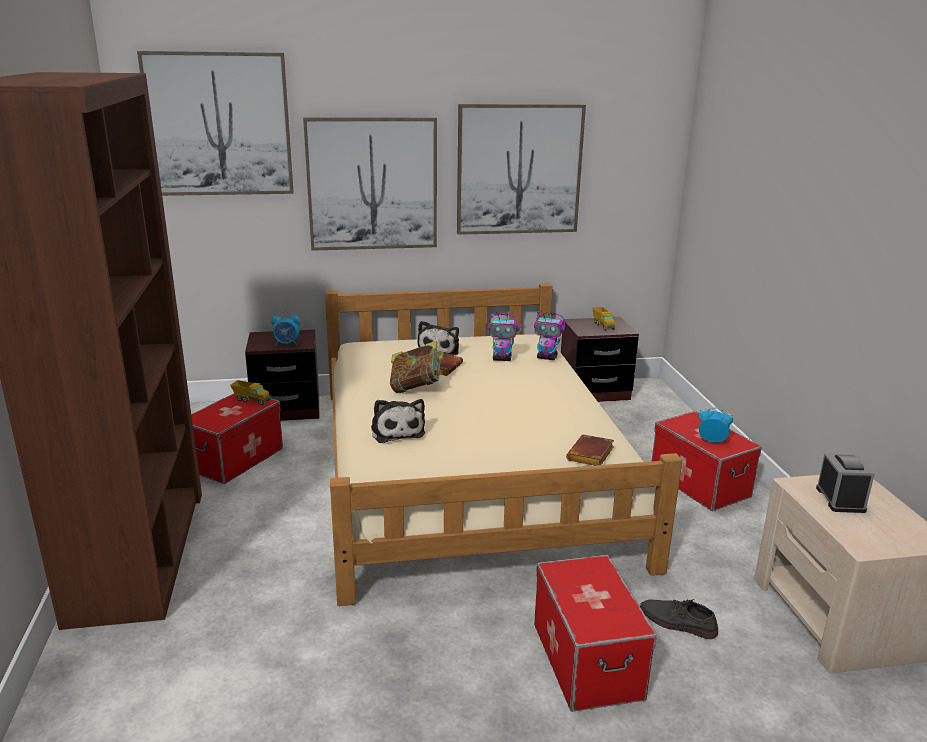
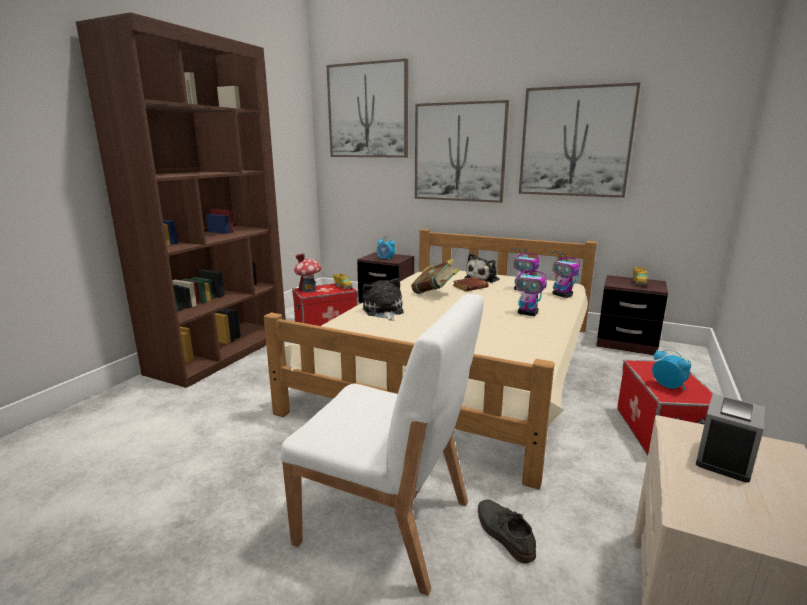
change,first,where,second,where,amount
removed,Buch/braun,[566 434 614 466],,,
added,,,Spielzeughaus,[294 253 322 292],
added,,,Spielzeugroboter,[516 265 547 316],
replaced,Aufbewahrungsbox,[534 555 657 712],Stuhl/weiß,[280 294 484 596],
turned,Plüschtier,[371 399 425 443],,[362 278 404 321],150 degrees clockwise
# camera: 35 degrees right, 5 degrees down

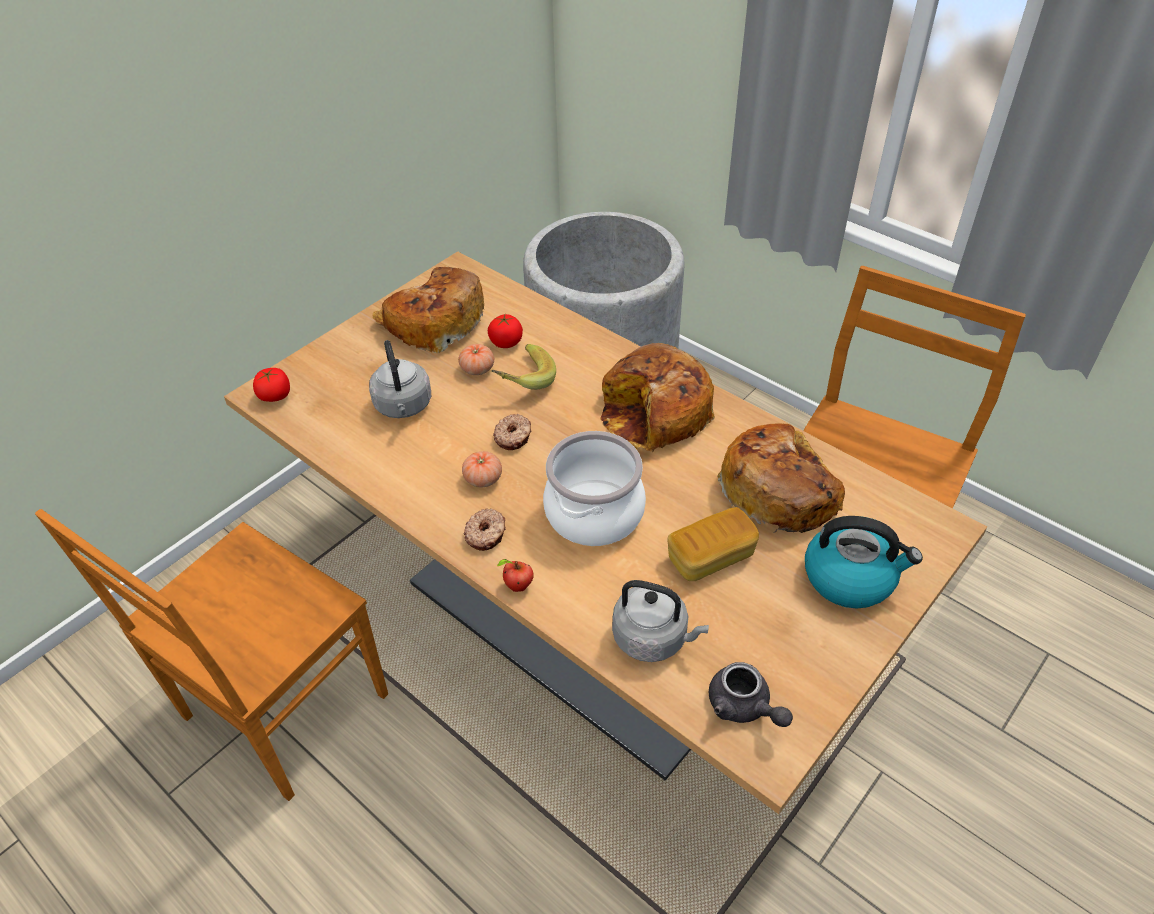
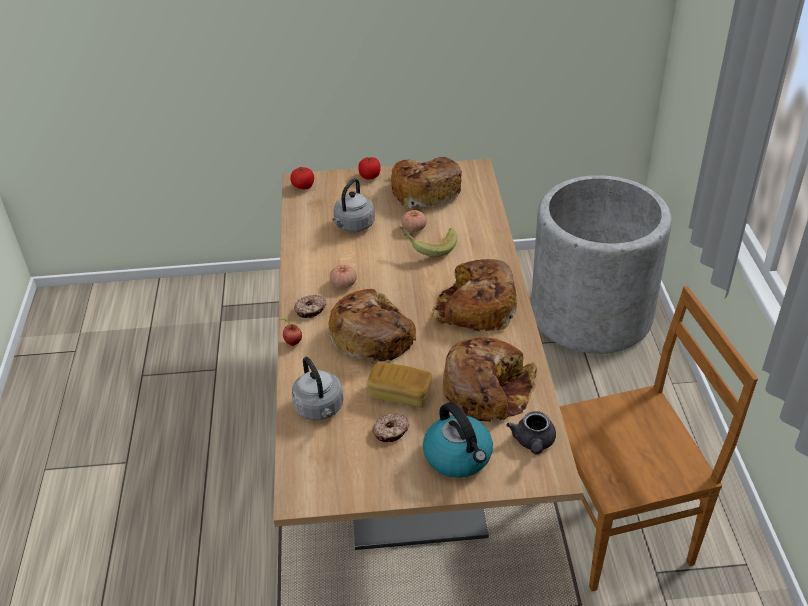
change,first,where,second,where,amount
removed,Stuhl/braun,[35 509 388 801],,,
moved,Tomate,[488 314 523 348],,[358 157 381 179],
moved,Donut,[493 414 531 450],,[373 414 409 442],
moved,Teekanne/grau,[709 662 793 727],,[506 411 556 454],
replaced,Kochtopf,[543 431 646 546],Brot,[328 289 416 364],
# camera: 45 degrees right, 5 degrees down

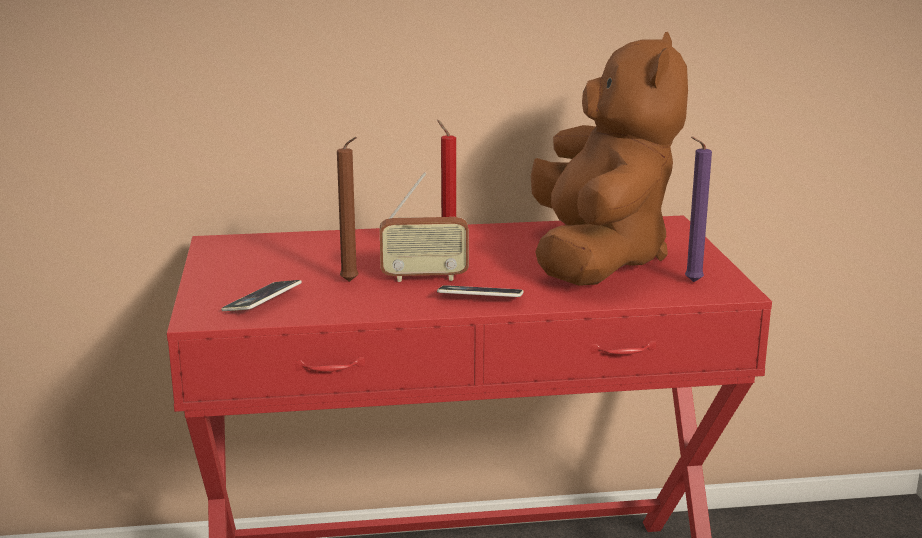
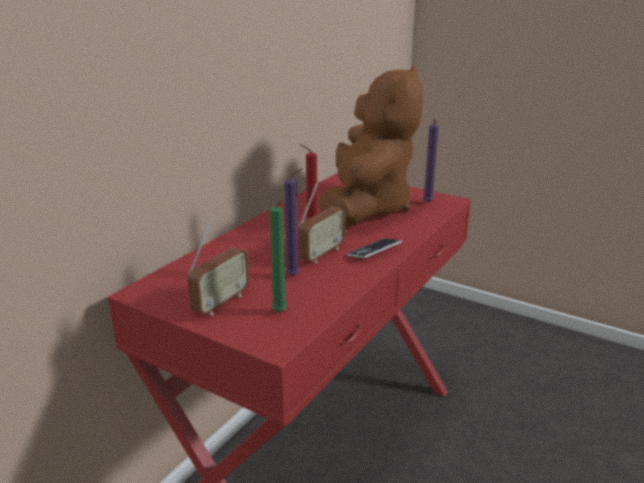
change,first,where,second,where,amount
added,,,Radio,[188 222 249 316],
replaced,Handy,[221 280 302 311],Kerze/grün,[270 200 287 312],
recoloured,Kerze/braun,[337 137 358 282],Kerze/lila,[284 168 303 276],
turned,Plüschtier/braun,[531 32 688 286],,[319 65 423 226],60 degrees clockwise
# camera: 50 degrees left, 5 degrees up

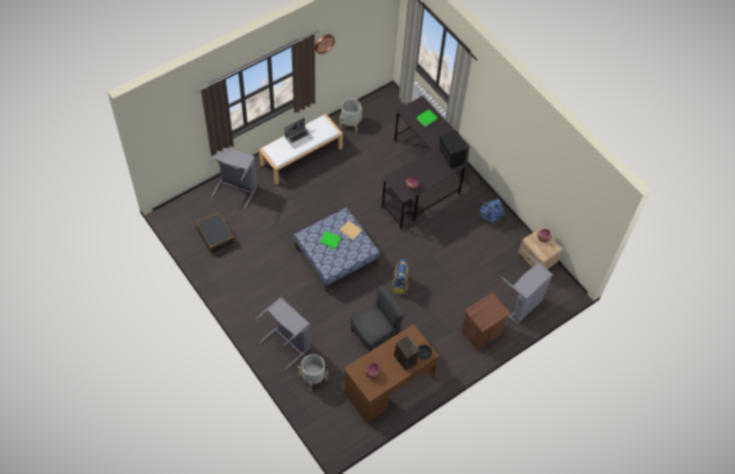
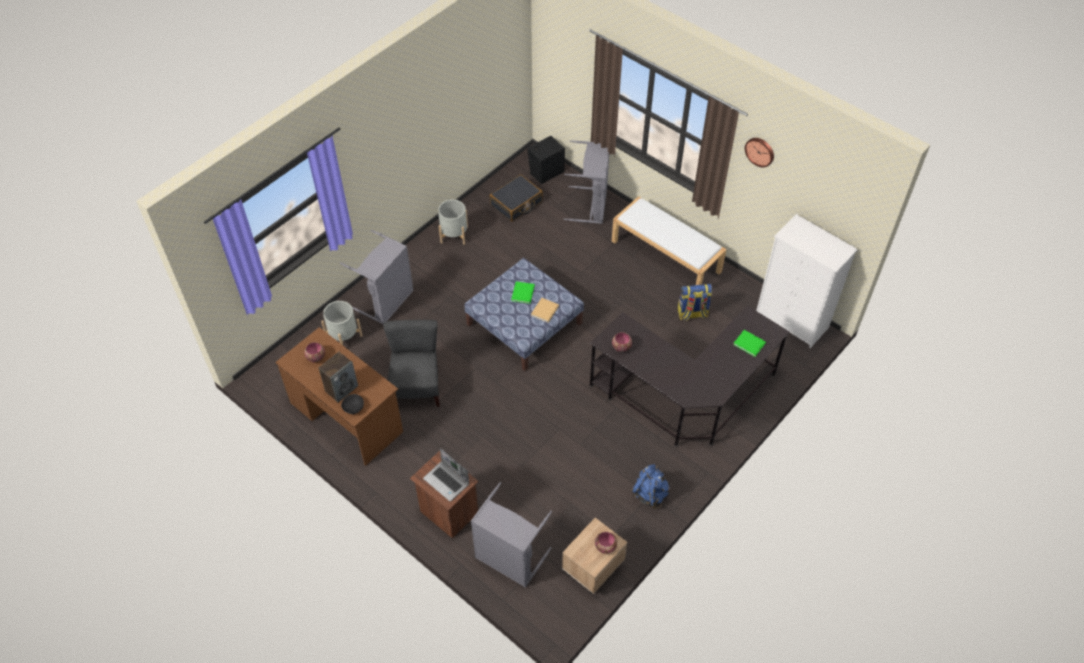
change,first,where,second,where,amount
added,,,Kommode/weiß,[756 214 858 348],
moved,Laptop,[284 118 313 148],,[423 448 469 501],
moved,Pflanzkübel/grau,[339 99 362 133],,[438 199 468 245],
moved,Rucksack,[392 259 409 294],,[678 284 712 321],
moved,Lautsprecher/schwarz,[439 130 468 169],,[527 136 565 184],
turned,Stuhl/grau,[350 285 405 352],,[383 320 440 407],135 degrees counterclockwise
# camera: 80 degrees right, 5 degrees down

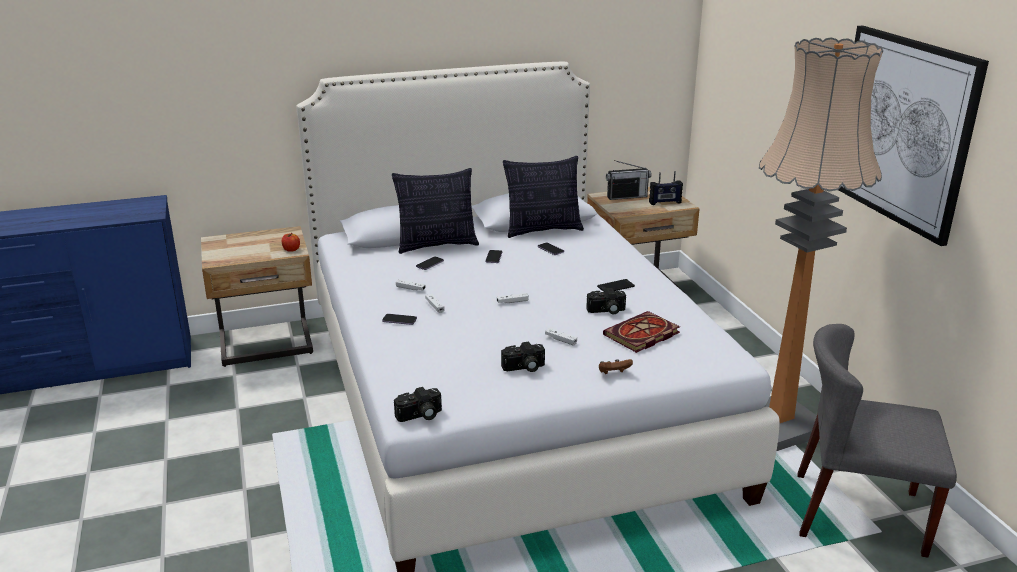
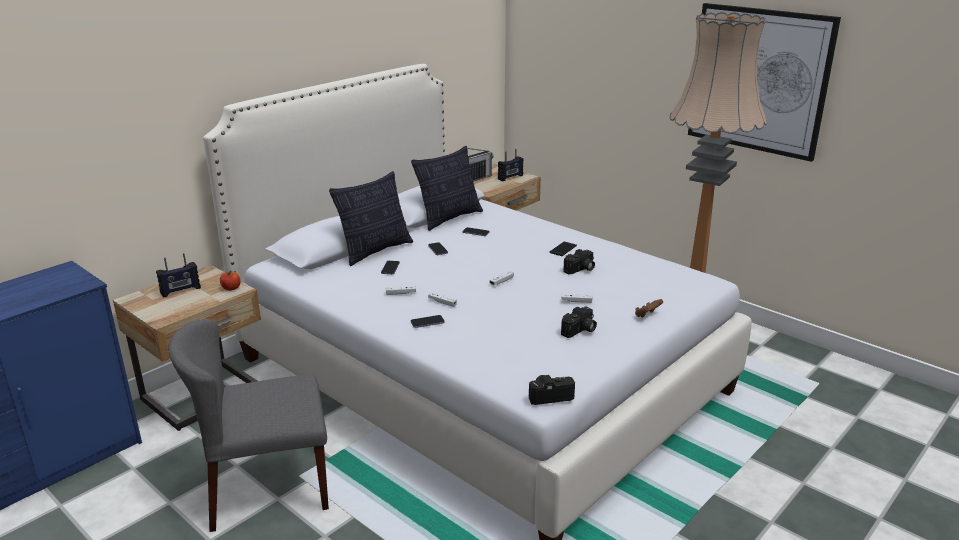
change,first,where,second,where,amount
removed,Buch,[603 311 680 353],,,
added,,,Radio,[156 253 201 298],
moved,Stuhl/grau,[797 324 957 558],,[168 319 329 532],
turned,Kamera,[394 387 442 422],,[529 375 575 405],135 degrees counterclockwise
# camera: 30 degrees left, 0 degrees up

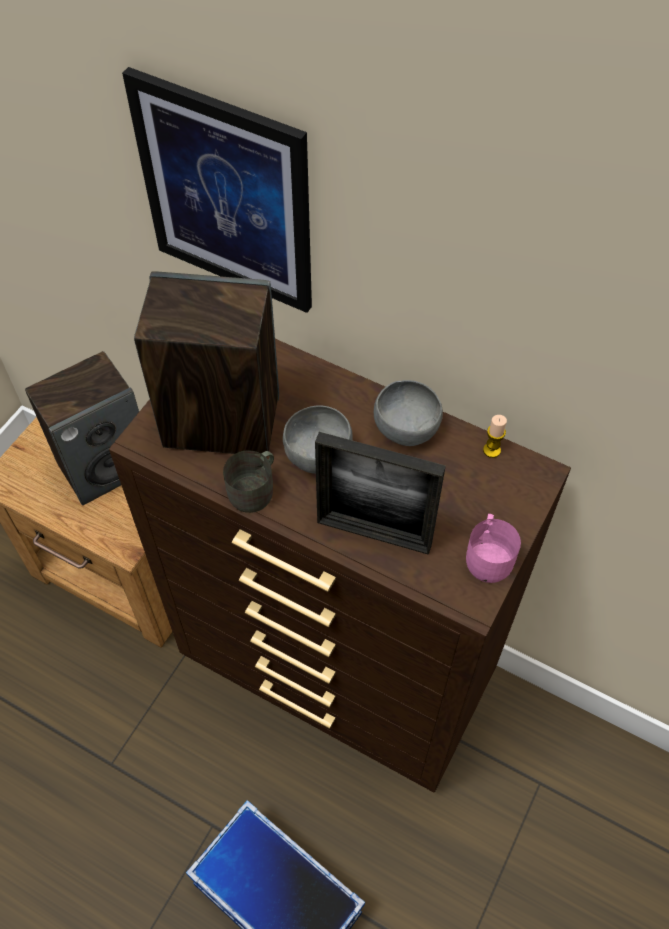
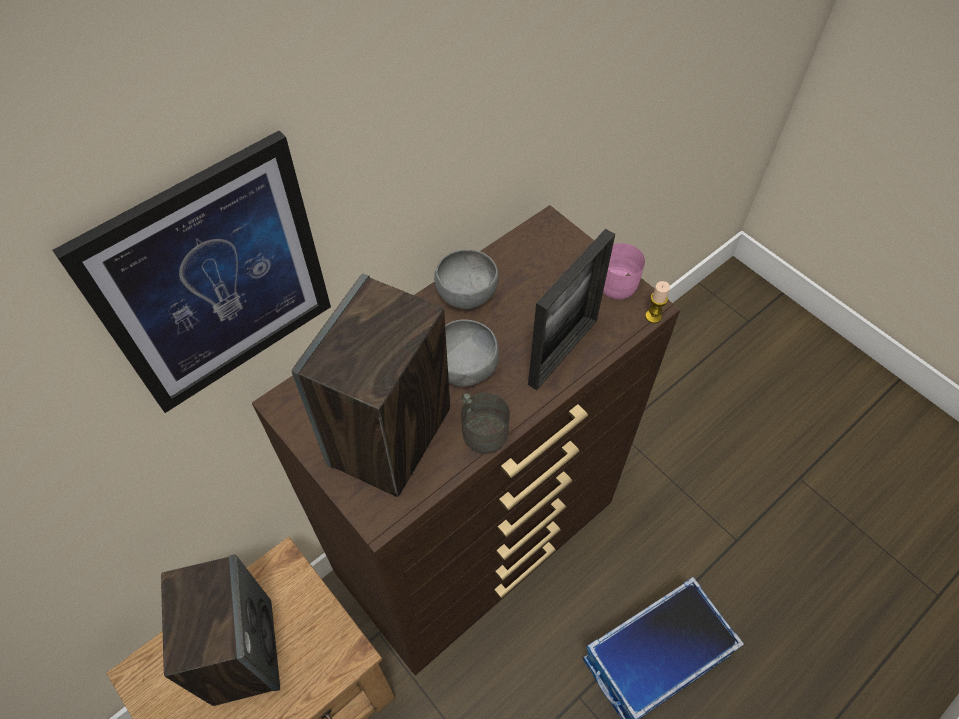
change,first,where,second,where,amount
moved,Kerze,[483 415 507 458],,[645 281 670 323],
# camera: 70 degrees left, 0 degrees up

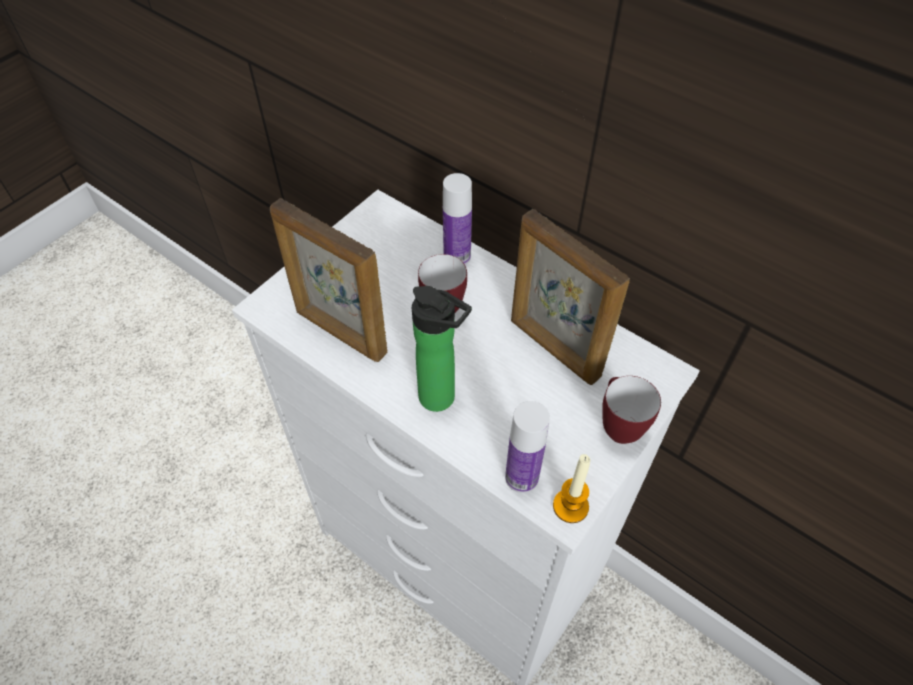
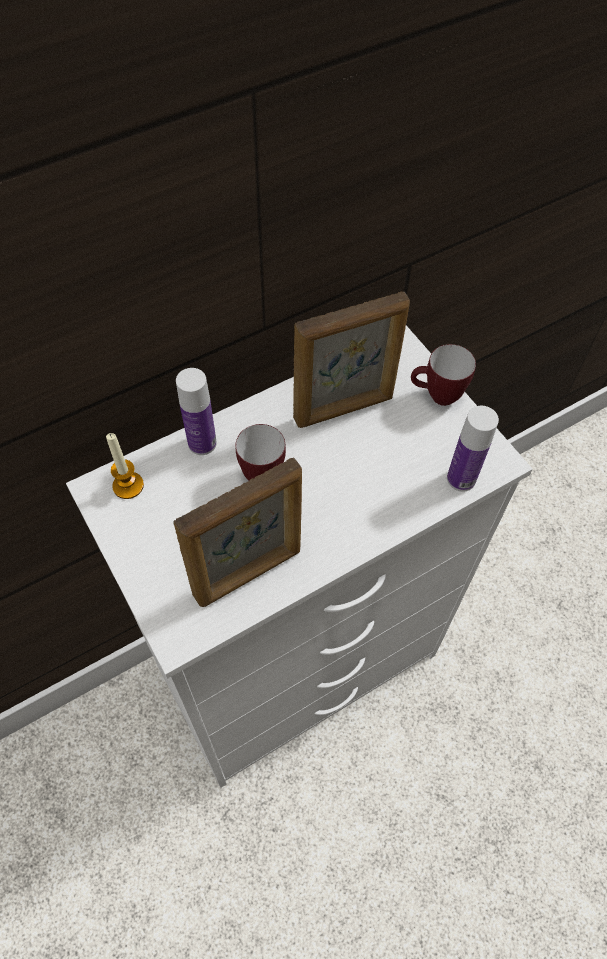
change,first,where,second,where,amount
removed,Flasche,[412 286 472 412],,,
moved,Kerze,[553 454 590 523],,[106 433 144 499],
# camera: 70 degrees left, 5 degrees up

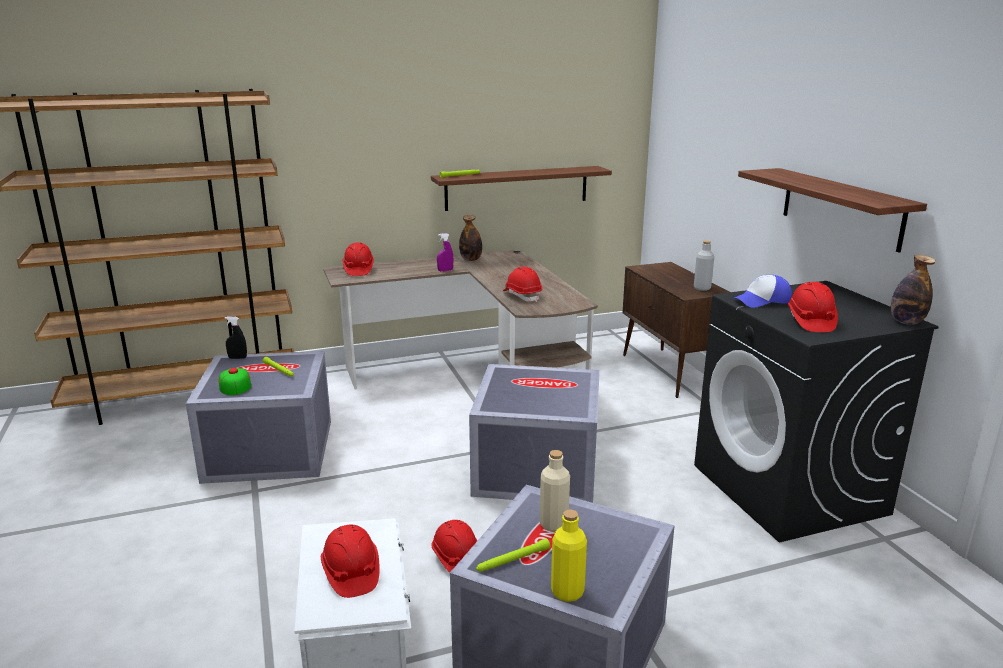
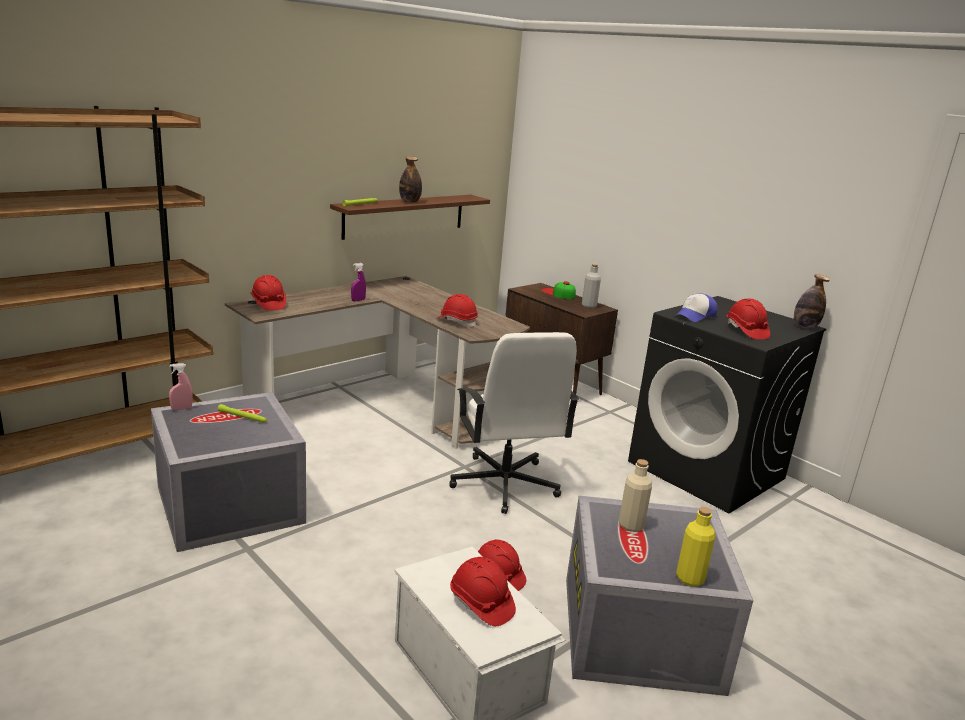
change,first,where,second,where,amount
removed,Taschenlampe/grün,[476 539 550 572],,,
removed,Wandregal,[738 168 927 253],,,
moved,Kappe,[218 368 251 395],,[541 281 576 299],
moved,Flasche,[459 215 482 261],,[399 156 422 203],
replaced,Aufbewahrungsbox/grau,[469 364 600 503],Bürostuhl/weiß,[449 332 579 514],
recoloured,Sprühflasche/schwarz,[224 316 247 359],Sprühflasche/rosa,[169 363 193 410],
# camera: 25 degrees left, 0 degrees up

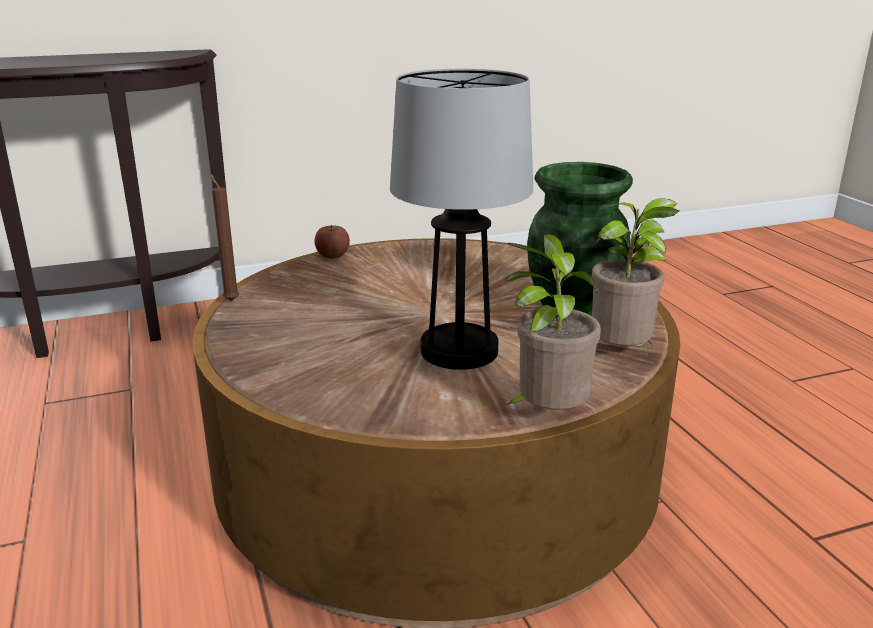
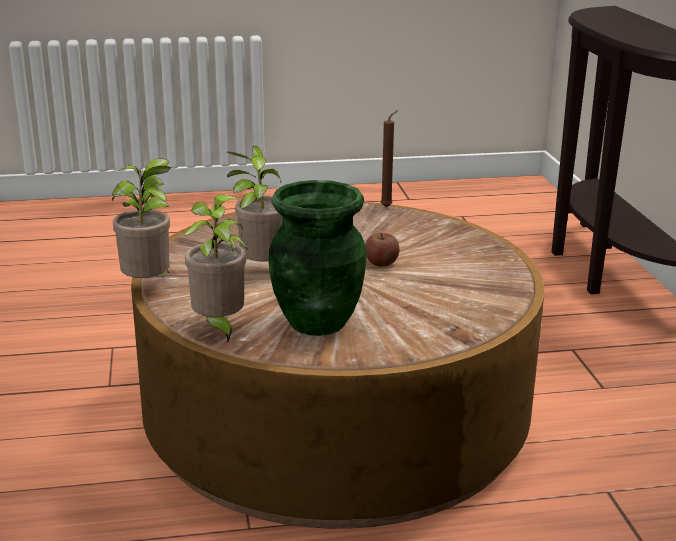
change,first,where,second,where,amount
moved,Apfel,[315 225 350 258],,[365 233 400 267],
replaced,Tischlampe,[390 69 533 370],Topfpflanze,[227 146 282 261],
# camera: 100 degrees right, 0 degrees up

